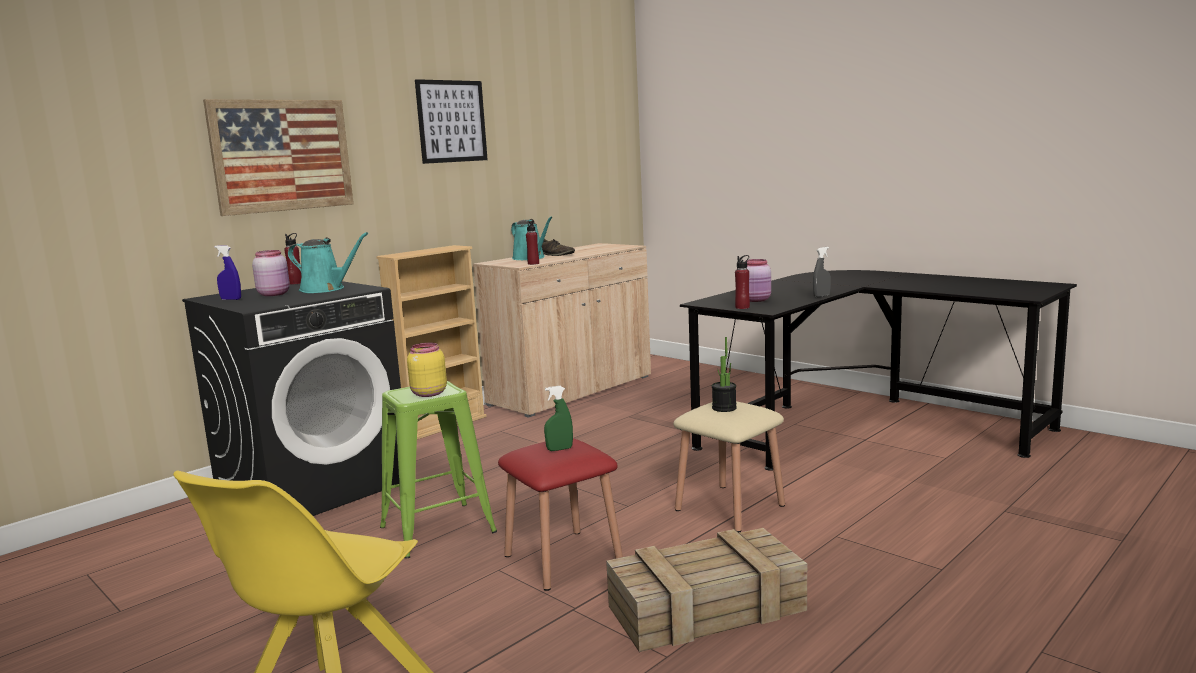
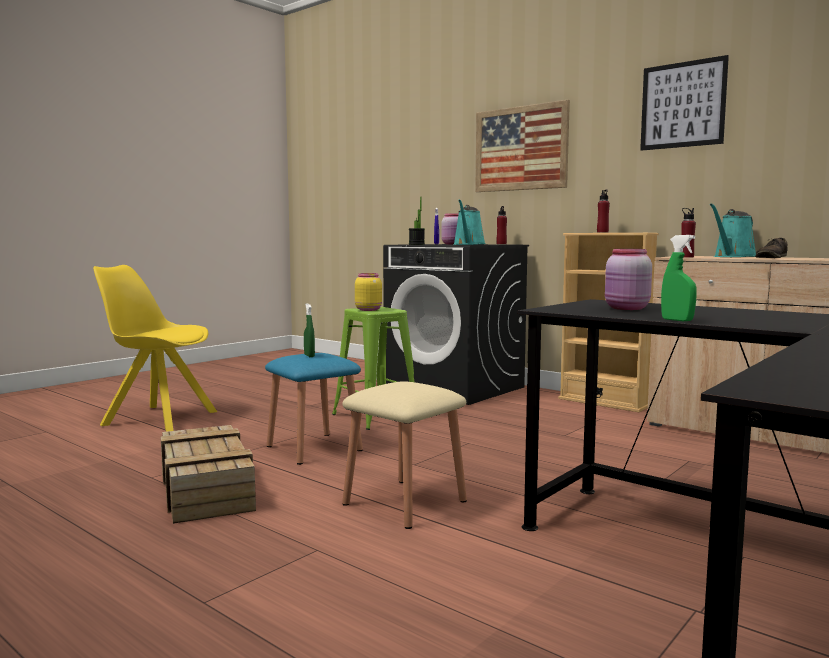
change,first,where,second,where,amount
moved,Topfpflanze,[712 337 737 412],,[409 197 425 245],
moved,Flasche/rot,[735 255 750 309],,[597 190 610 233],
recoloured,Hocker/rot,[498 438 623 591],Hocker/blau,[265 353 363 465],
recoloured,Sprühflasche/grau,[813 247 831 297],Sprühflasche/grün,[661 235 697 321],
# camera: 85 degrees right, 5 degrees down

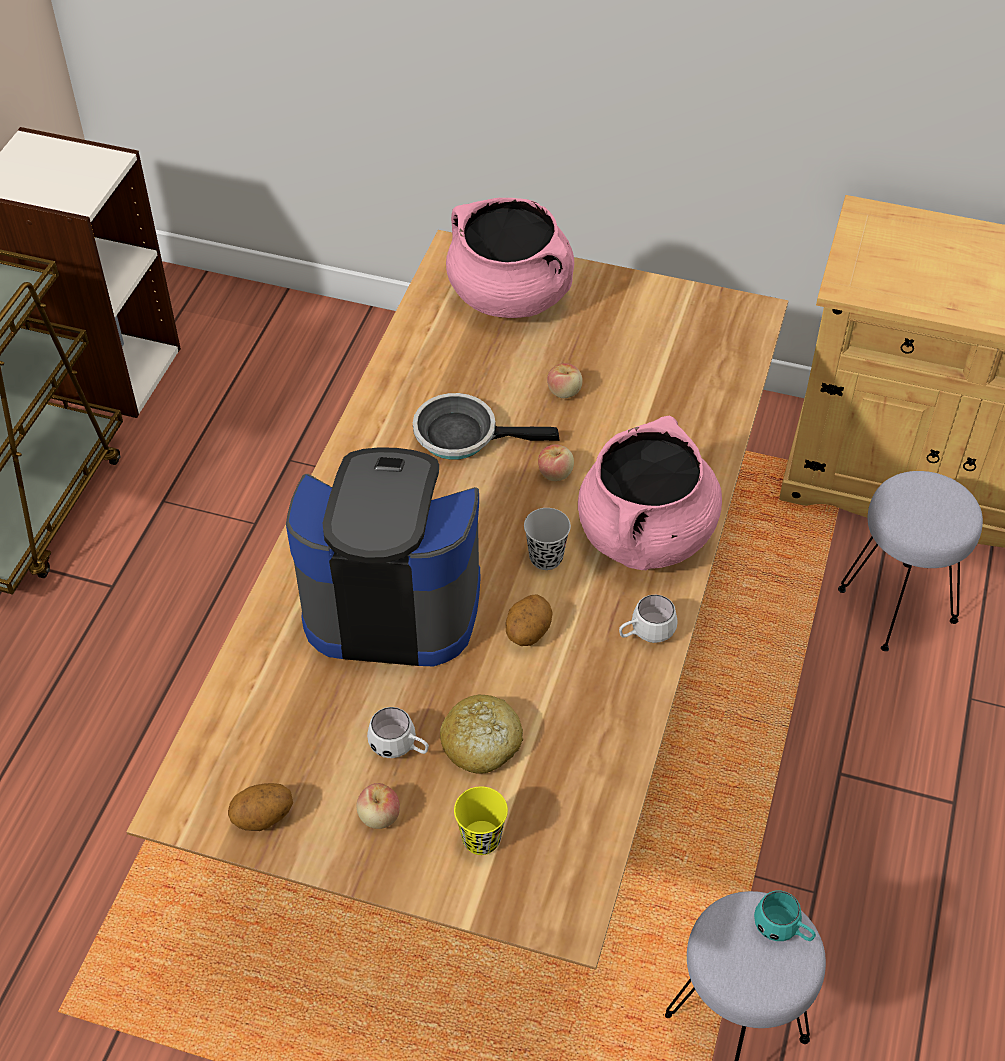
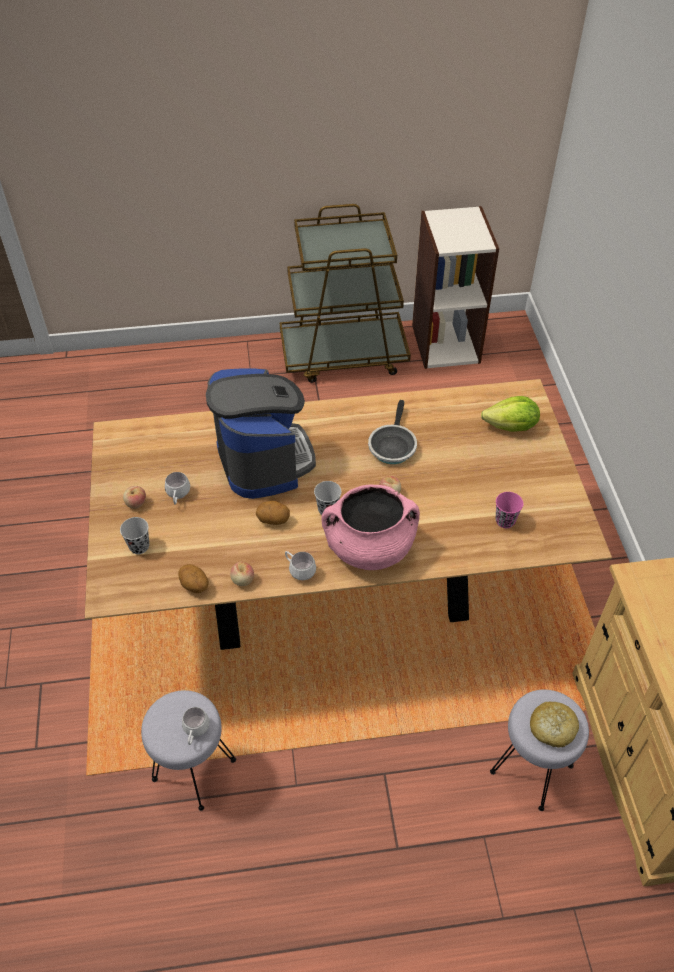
change,first,where,second,where,amount
added,,,Tasse/rosa,[496 492 524 528],
moved,Kartoffel,[228 783 293 831],,[178 564 209 593],
moved,Brot,[440 695 523 774],,[530 702 579 748],
moved,Apfel,[547 363 583 398],,[230 562 254 586],
replaced,Kochtopf/rosa,[446 198 574 318],Salatkopf,[481 396 540 432],
recoloured,Tasse/gelb,[454 787 508 855],Tasse/schwarz,[120 517 149 554],
recoloured,Henkelbecher/türkis,[754 891 816 941],Henkelbecher/weiß,[182 707 210 745],
turned,Pfanne,[413 393 559 460],,[368 400 417 464],150 degrees counterclockwise
# camera: 65 degrees right, 0 degrees up

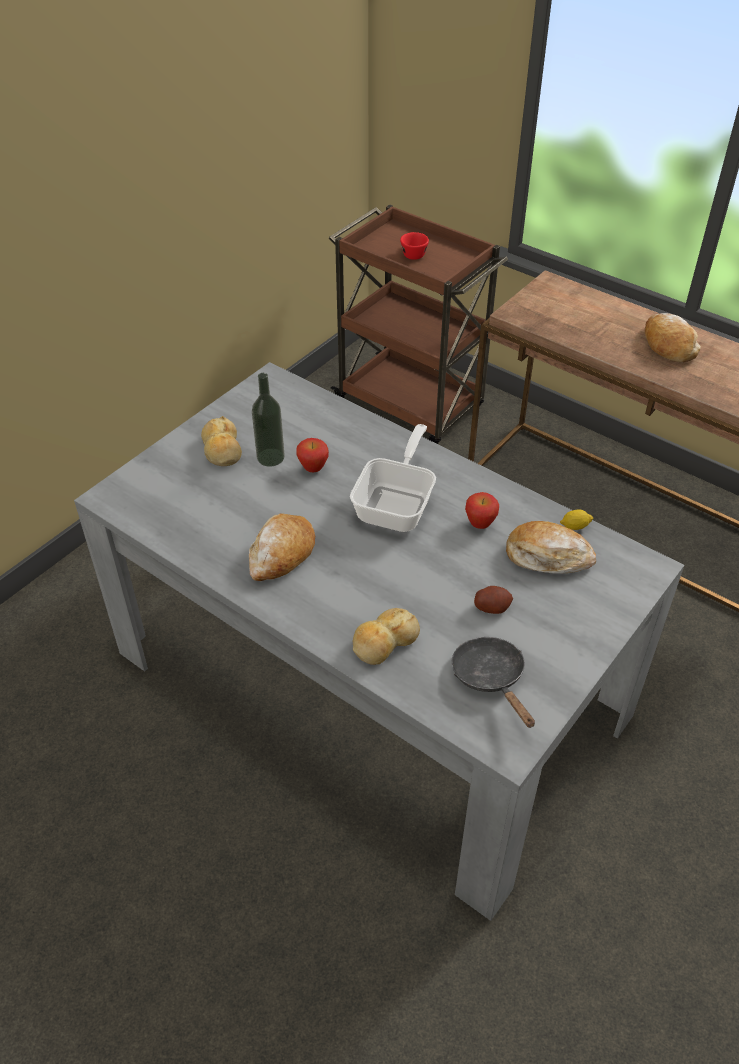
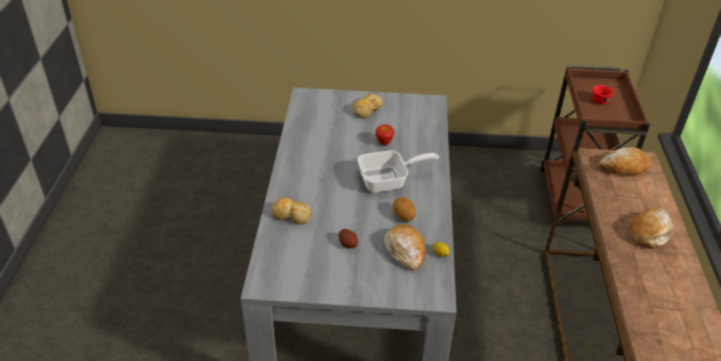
change,first,where,second,where,amount
removed,Flasche,[252 373 285 467],,,
removed,Pfanne/schwarz,[451 637 535 728],,,
moved,Brot,[249 514 315 581],,[599 147 651 175],
replaced,Apfel,[465 492 499 529],Kartoffel,[393 197 416 222],
# camera: 55 degrees right, 5 degrees down

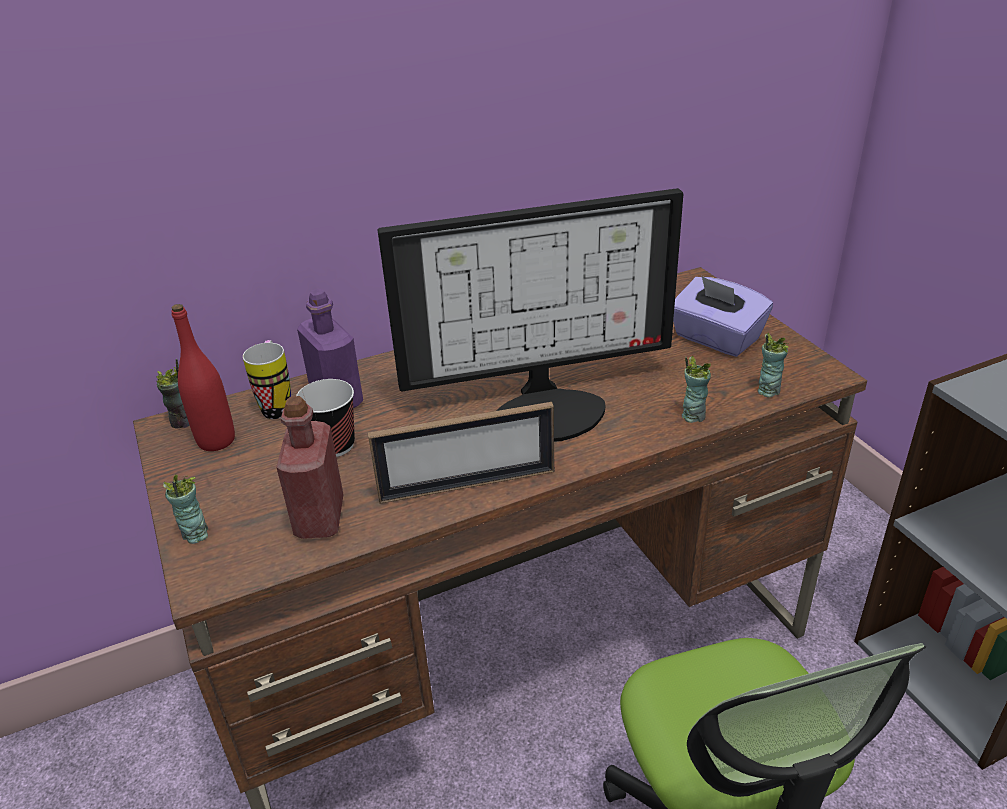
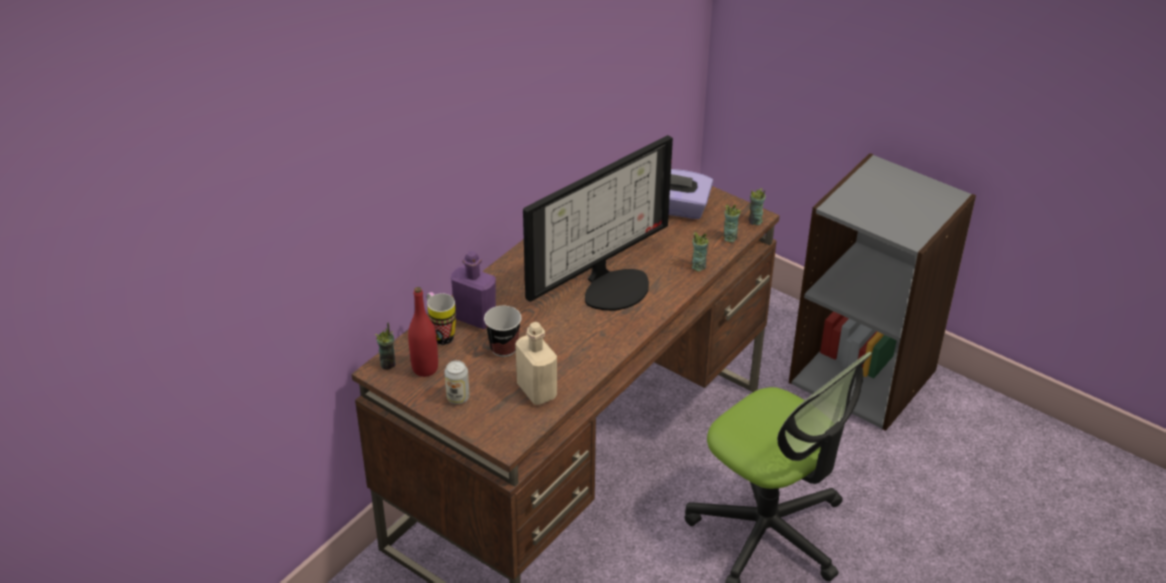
change,first,where,second,where,amount
removed,Bilderrahmen,[368 402 554 504],,,
added,,,Dose,[445 360 470 404],
moved,Tasse,[163 474 208 544],,[748 188 766 225],
recoloured,Flasche/rot,[276 396 344 539],Flasche/beige,[515 322 557 405],
# camera: 30 degrees left, 5 degrees up

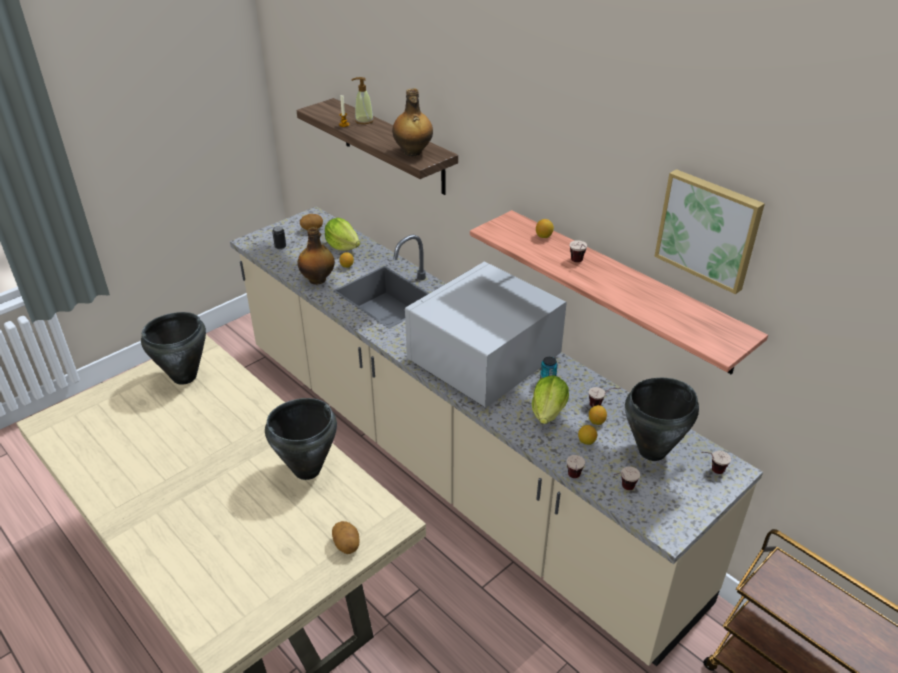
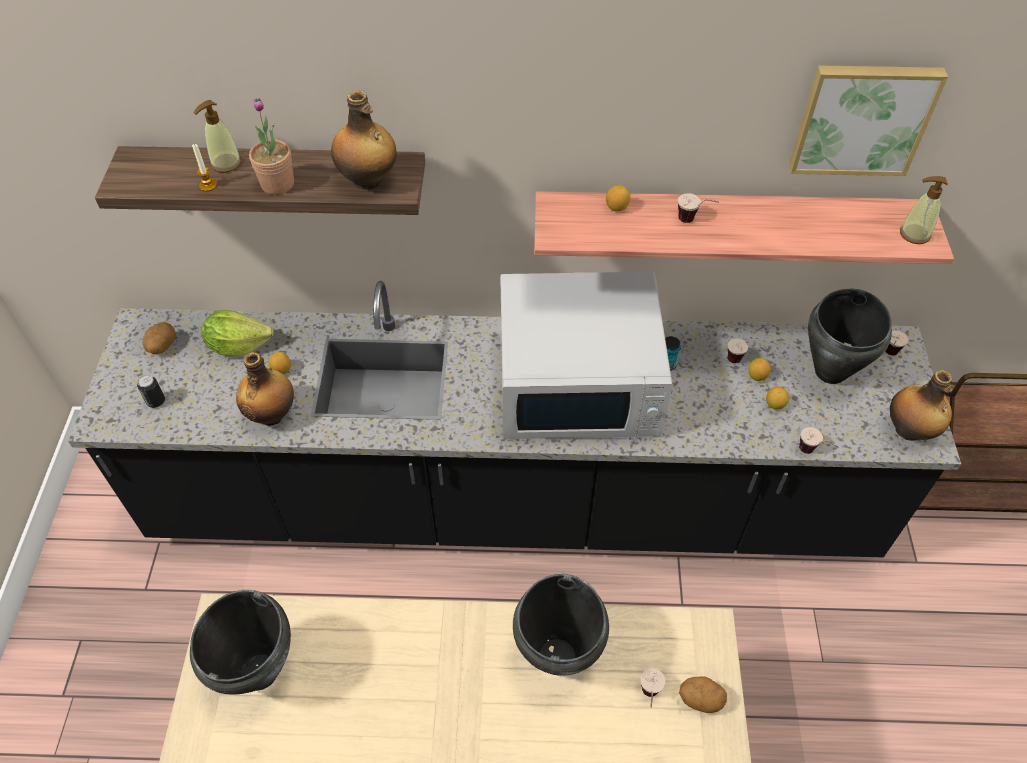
change,first,where,second,where,amount
removed,Salatkopf,[532 375 569 424],,,
added,,,Topfpflanze,[249 98 294 195],
added,,,Flasche,[890 370 952 441],
added,,,Seifenspender,[900 176 948 244],
moved,Tasse,[613 466 640 490],,[640 668 666 708],
recoloured,Küchenzeile/beige,[230 206 763 666],Küchenzeile/schwarz,[68 281 961 557],
turned,Mikrowelle/weiß,[405 261 567 408],,[500 272 673 439],90 degrees counterclockwise
# camera: 45 degrees left, 15 degrees up

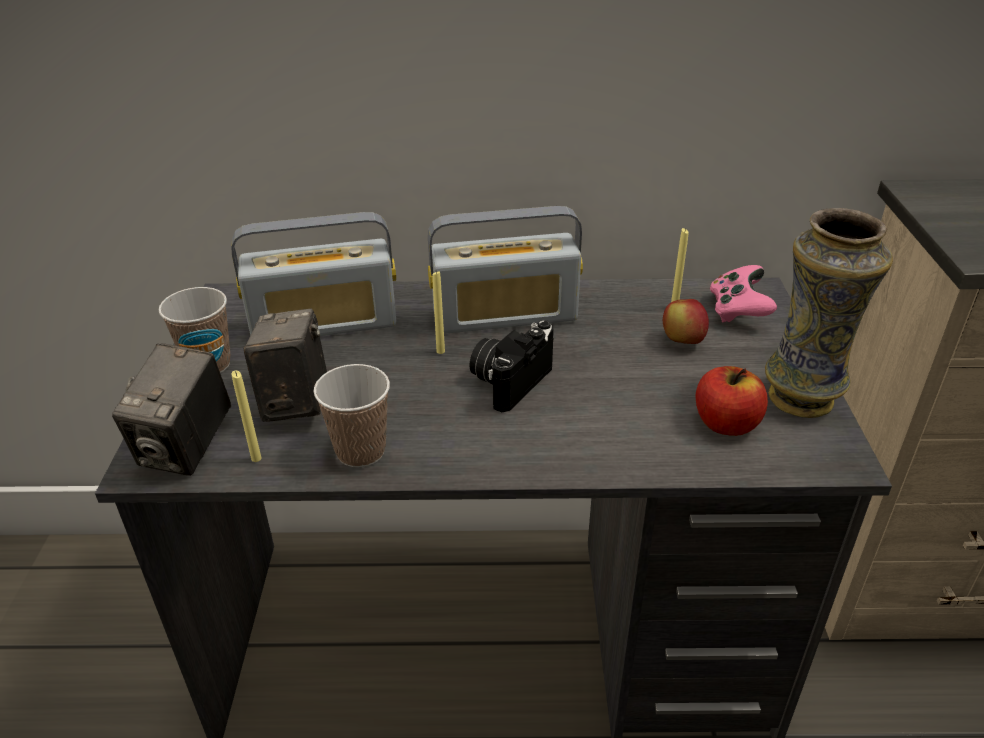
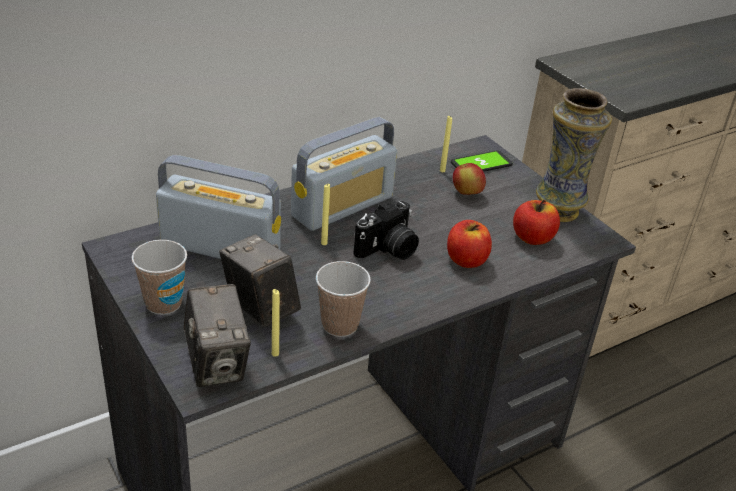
change,first,where,second,where,amount
added,,,Apfel,[447 220 492 268],
replaced,Gamepad/rosa,[710 265 777 322],Handy,[451 150 513 172],
turned,Radio,[231 212 396 336],,[156 155 281 259],120 degrees counterclockwise
turned,Kamera,[469 320 554 413],,[353 201 419 260],135 degrees counterclockwise
# camera: 35 degrees left, 0 degrees up

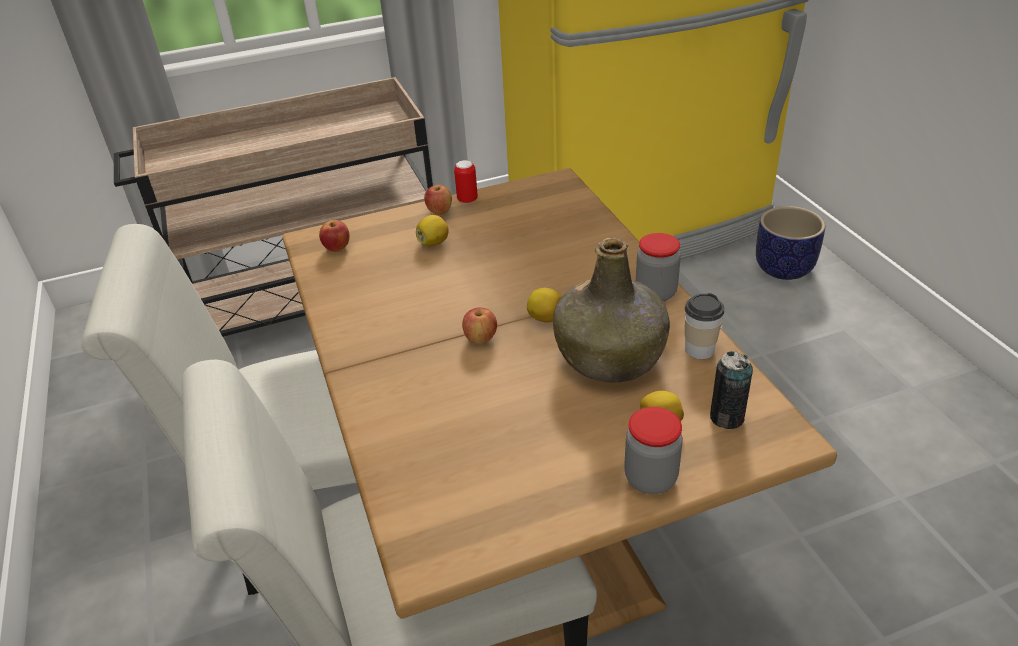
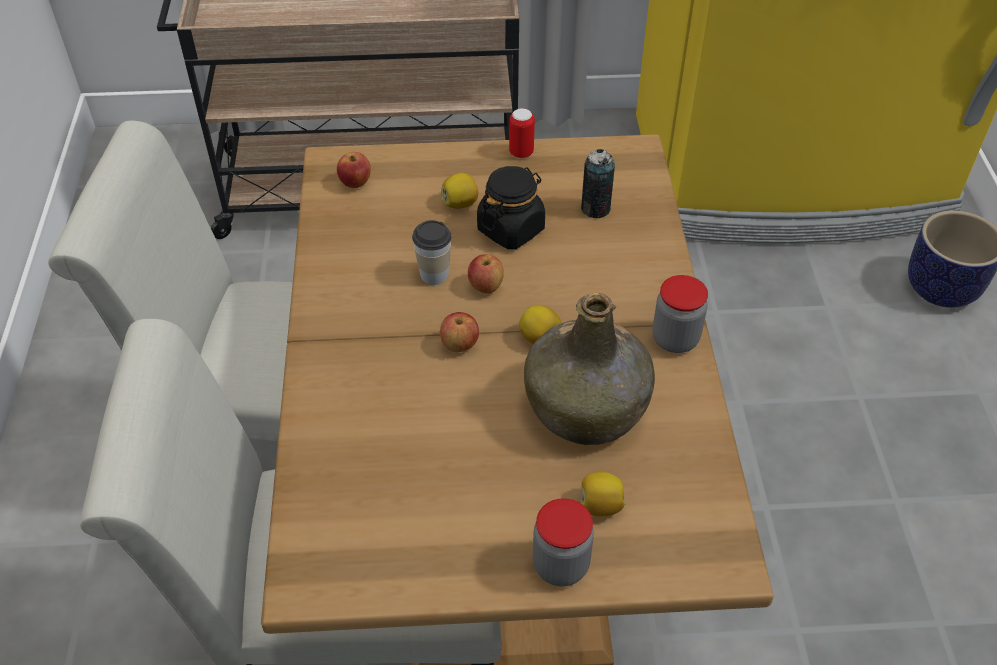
change,first,where,second,where,amount
added,,,Vorratsglas/schwarz,[477 166 545 249],
moved,Apfel,[424 185 452 215],,[468 254 504 294],
moved,Tasse,[685 293 724 359],,[412 220 452 285],
moved,Dose,[710 351 753 429],,[581 149 615 218],
# camera: 15 degrees right, 10 degrees up

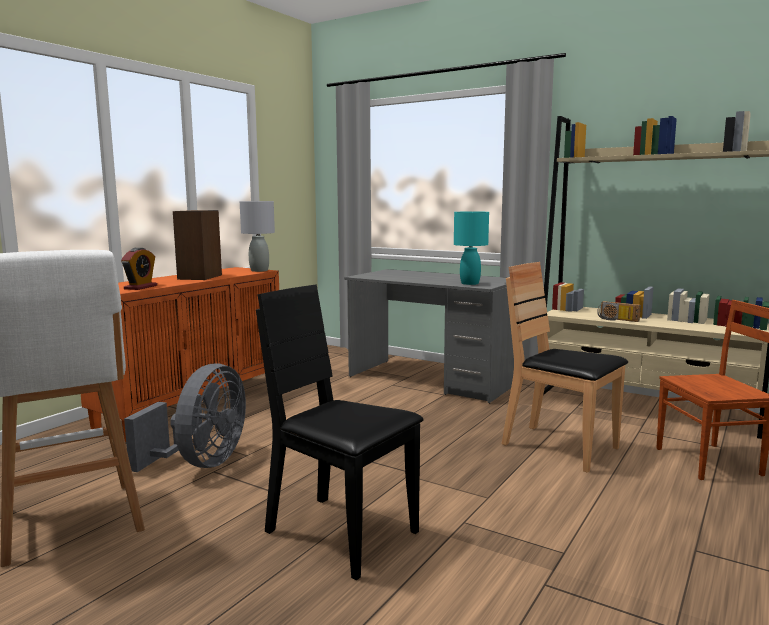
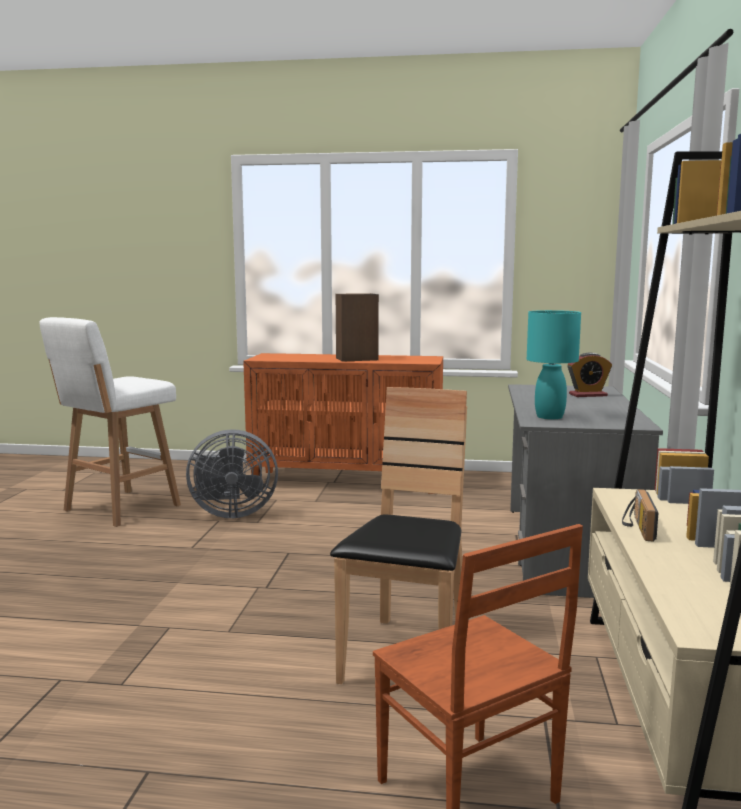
change,first,where,second,where,amount
removed,Tischlampe/grau,[240 201 275 272],,,
removed,Stuhl/schwarz,[256 285 423 580],,,
moved,Wecker,[121 248 157 290],,[567 352 612 397],
# camera: 65 degrees right, 0 degrees up

